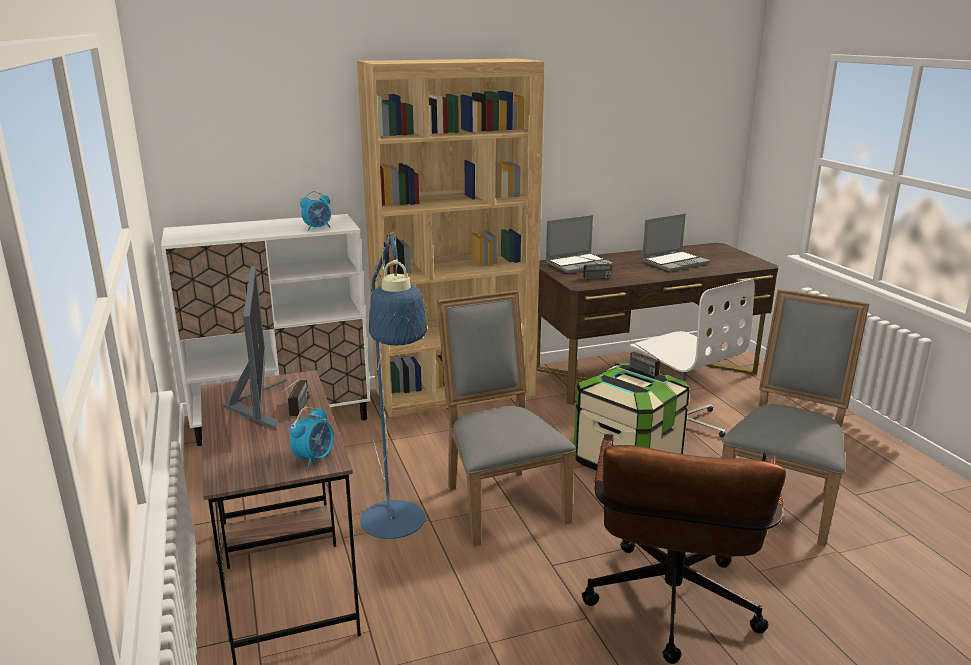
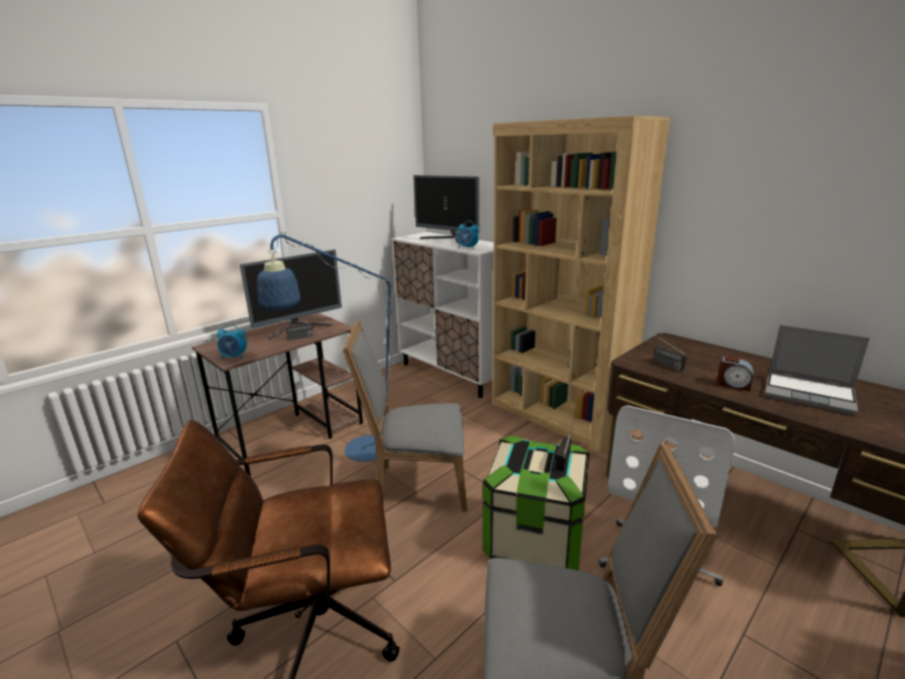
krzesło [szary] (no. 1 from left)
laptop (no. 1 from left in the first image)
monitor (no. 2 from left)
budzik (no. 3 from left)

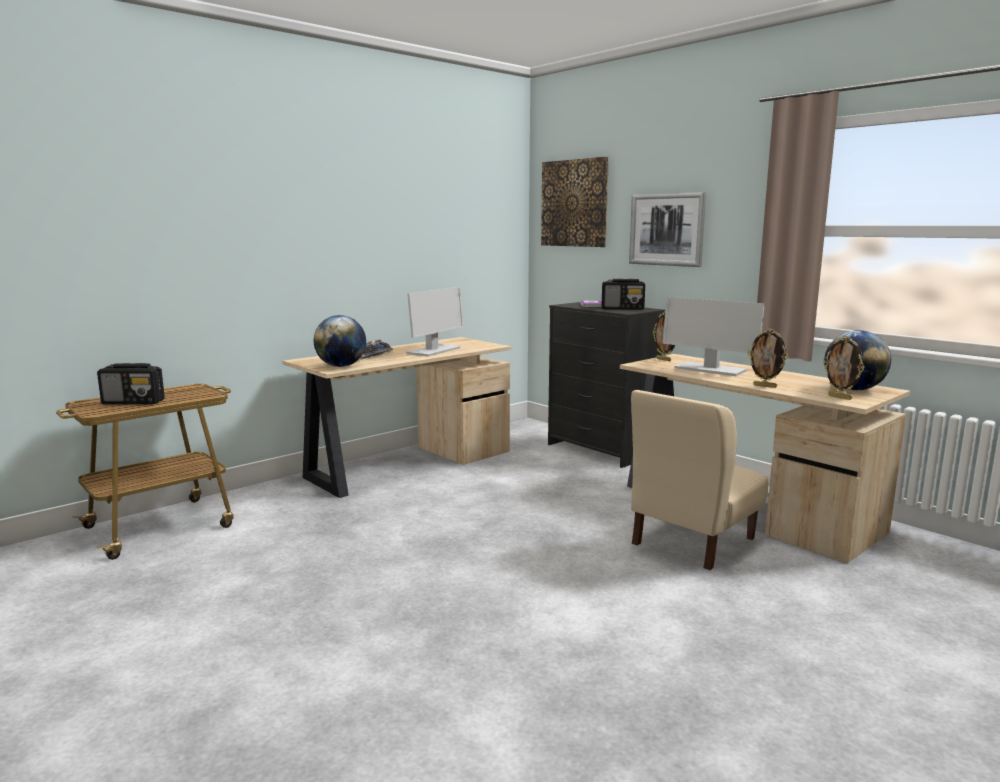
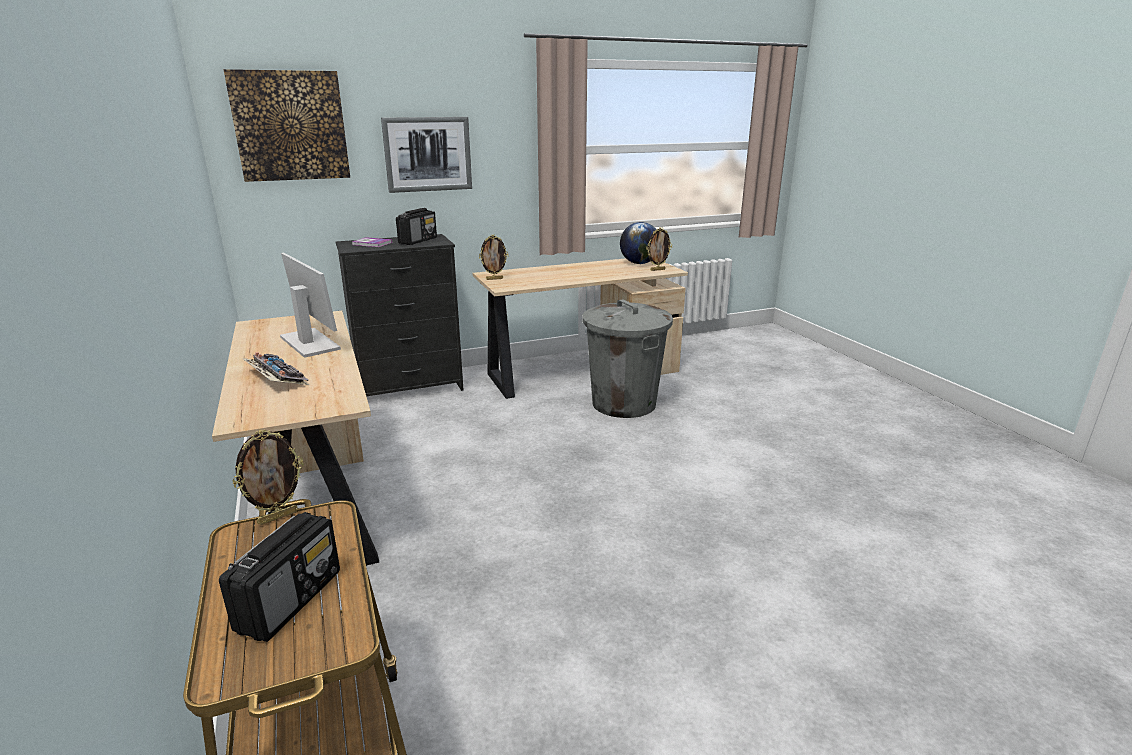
globus (no. 1 from left in the first image)
kosz na śmieci [szary]
monitor (no. 2 from left in the first image)
ramka na zdjęcie (no. 1 from left)

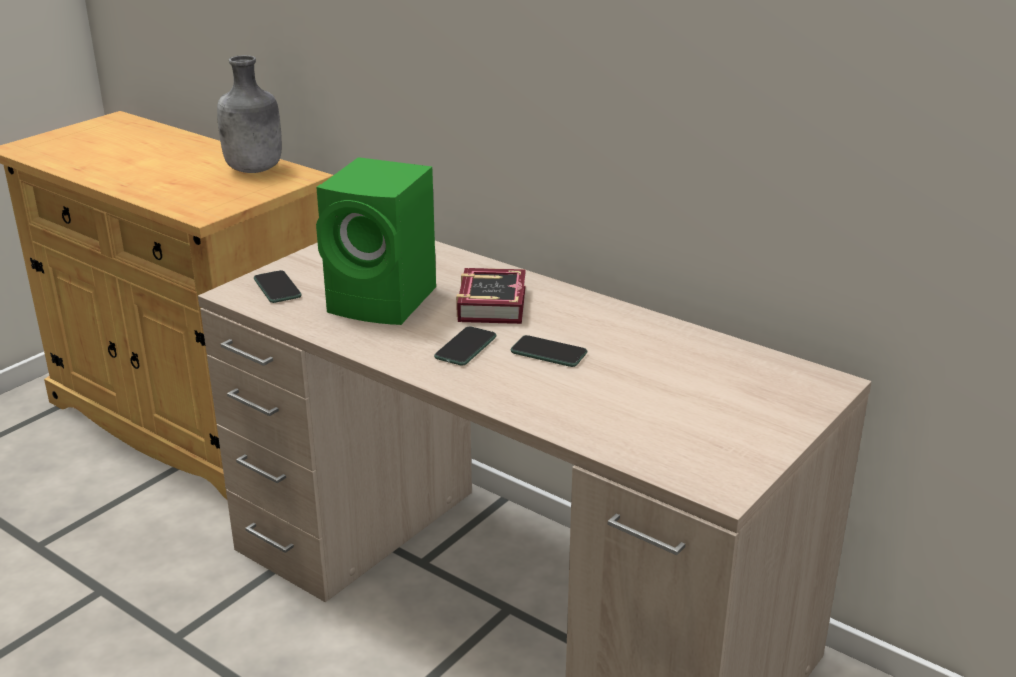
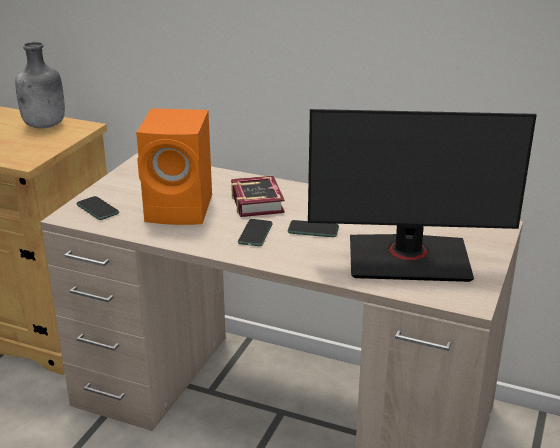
głośnik [pomarańczowy]
monitor

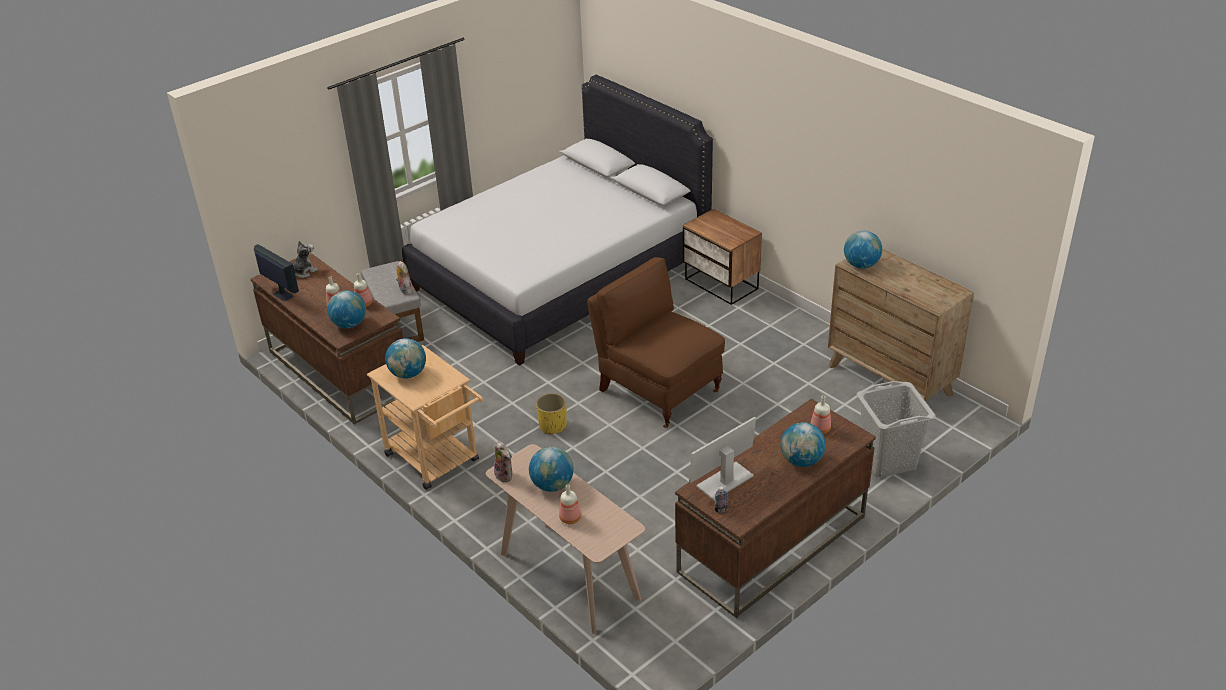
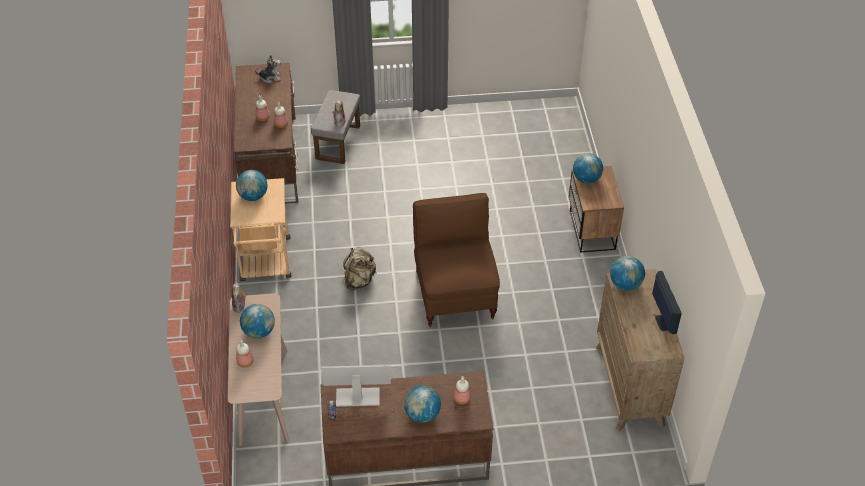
monitor (no. 2 from left)
globus (no. 4 from left)
łóżko [biały]
plecak [beżowy]
kosz na pranie [szary]

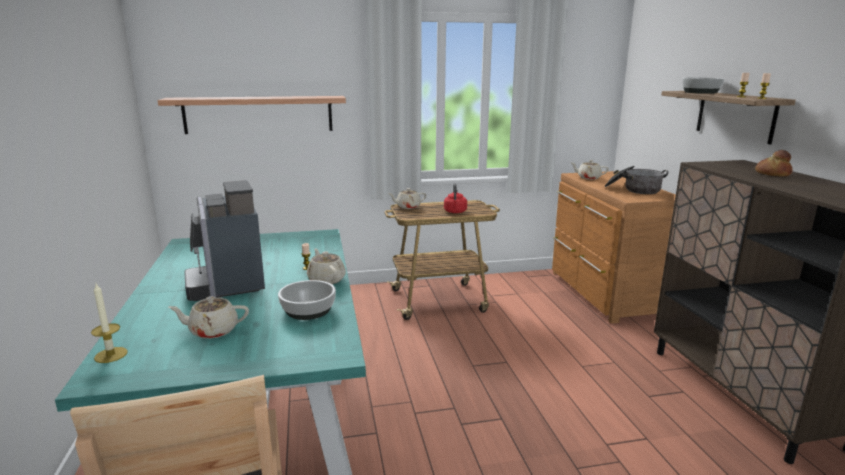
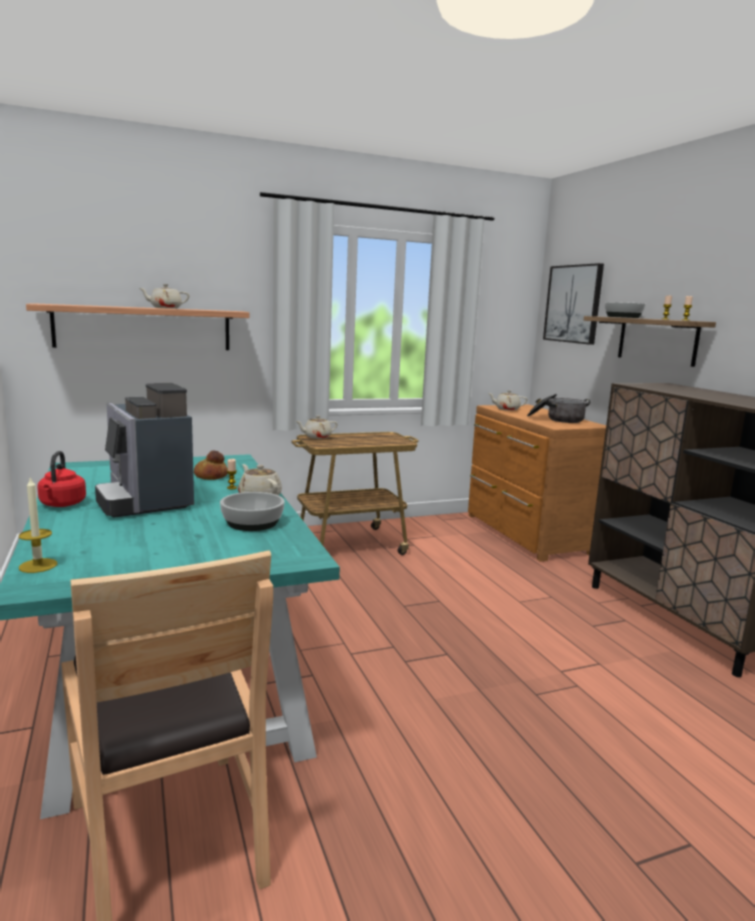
imbryk [beżowy] (no. 1 from left)
czajnik [czerwony]
chleb
obraz

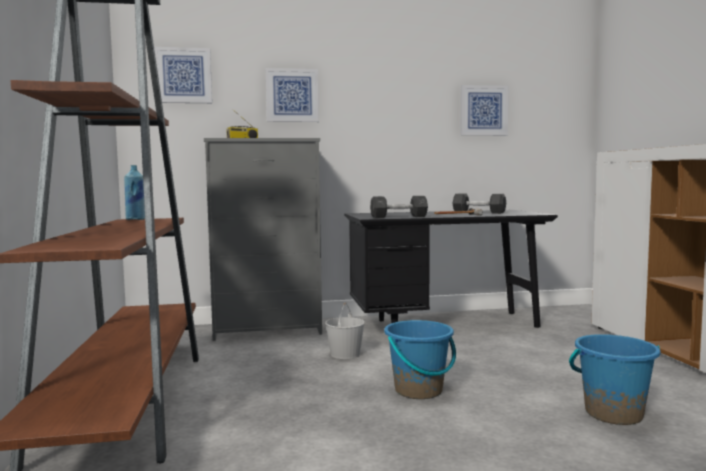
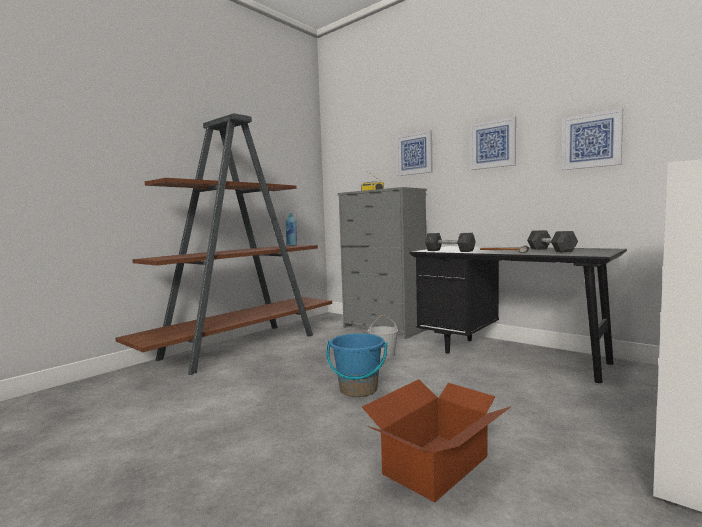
obraz (no. 2 from left)
karton

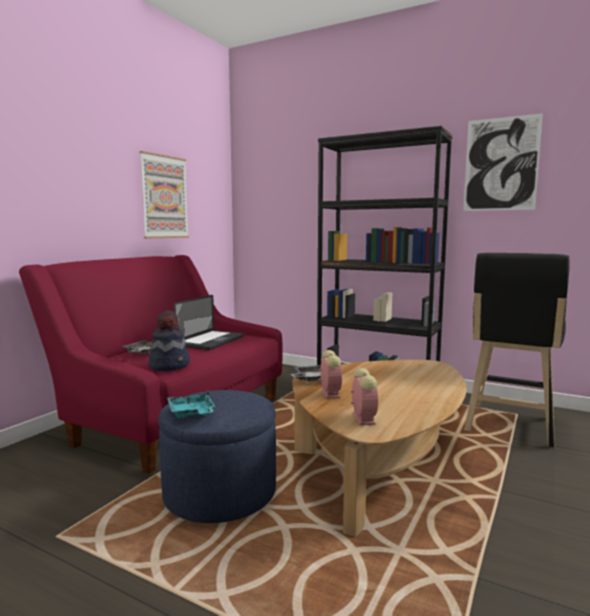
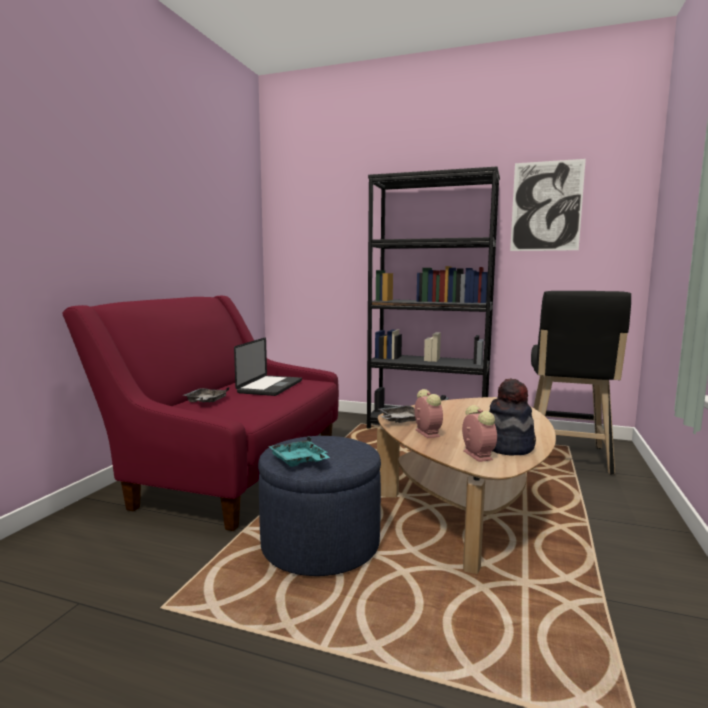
obraz (no. 1 from left in the first image)
kapelusz

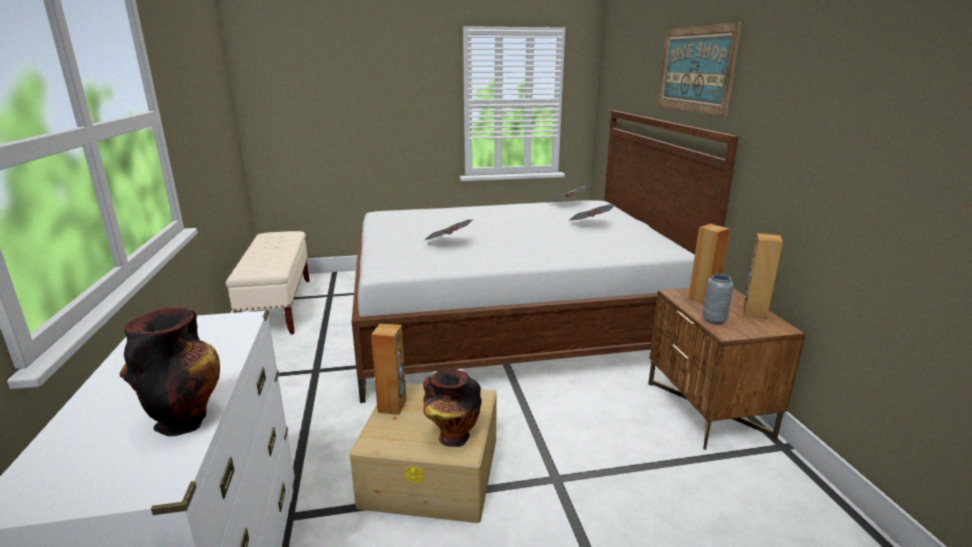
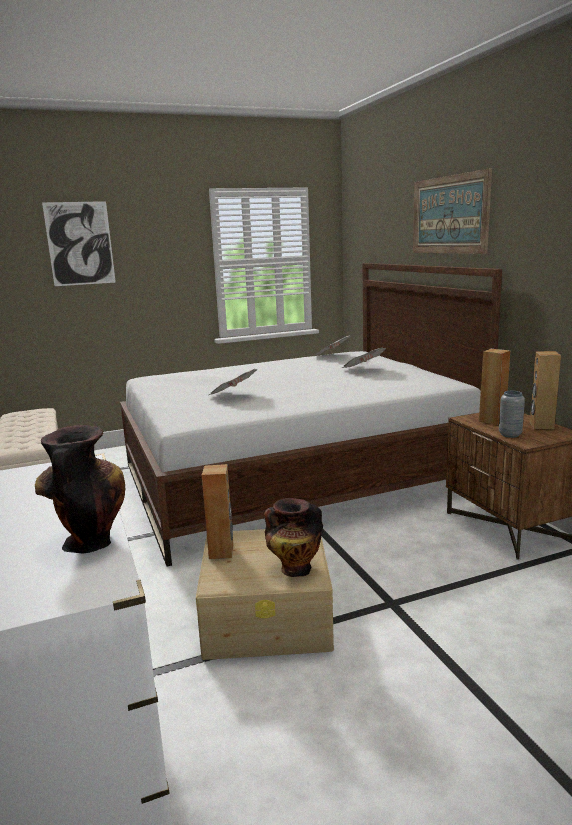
obraz (no. 1 from left)

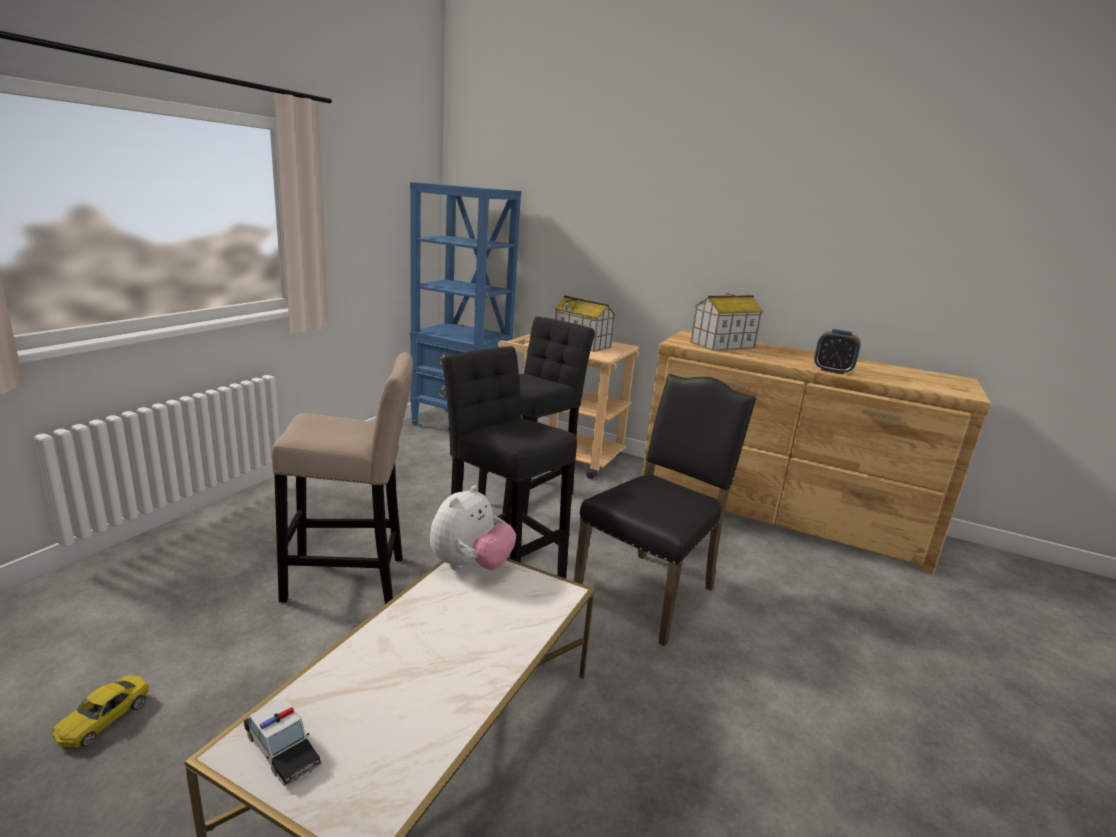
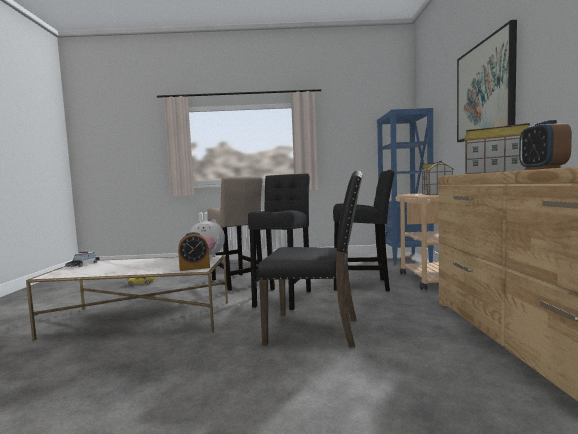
budzik (no. 1 from left)
obraz

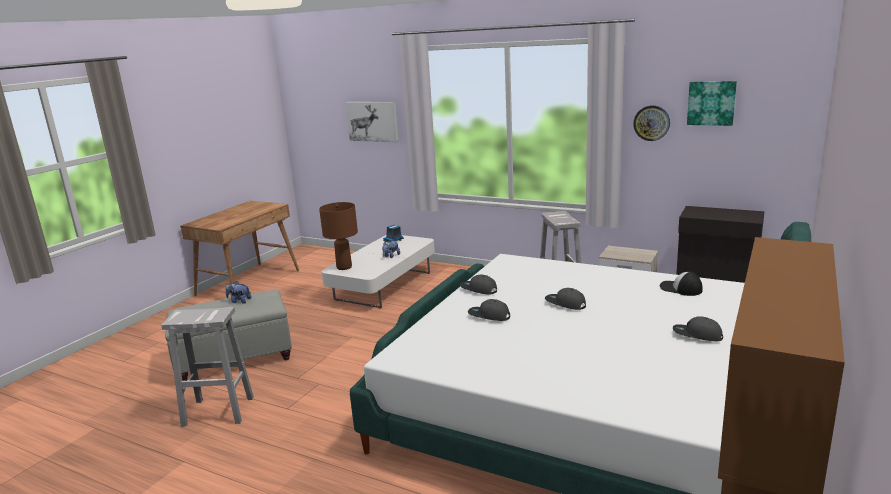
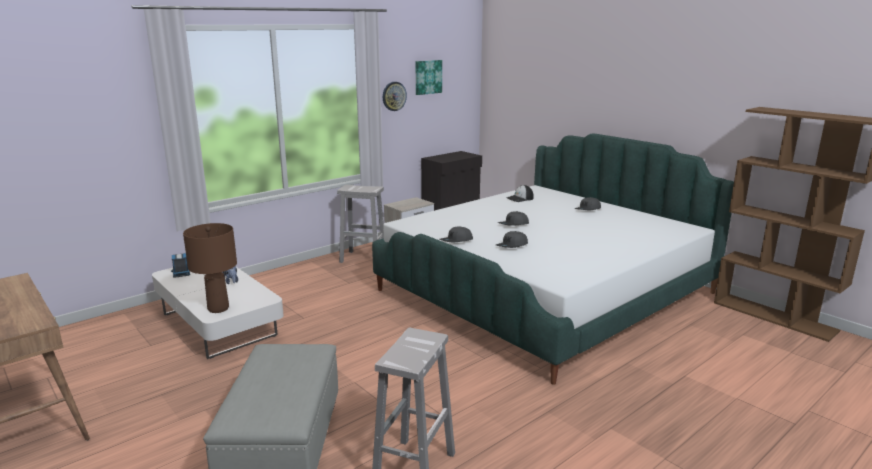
pluszak (no. 1 from left in the first image)
obraz (no. 1 from left in the first image)

